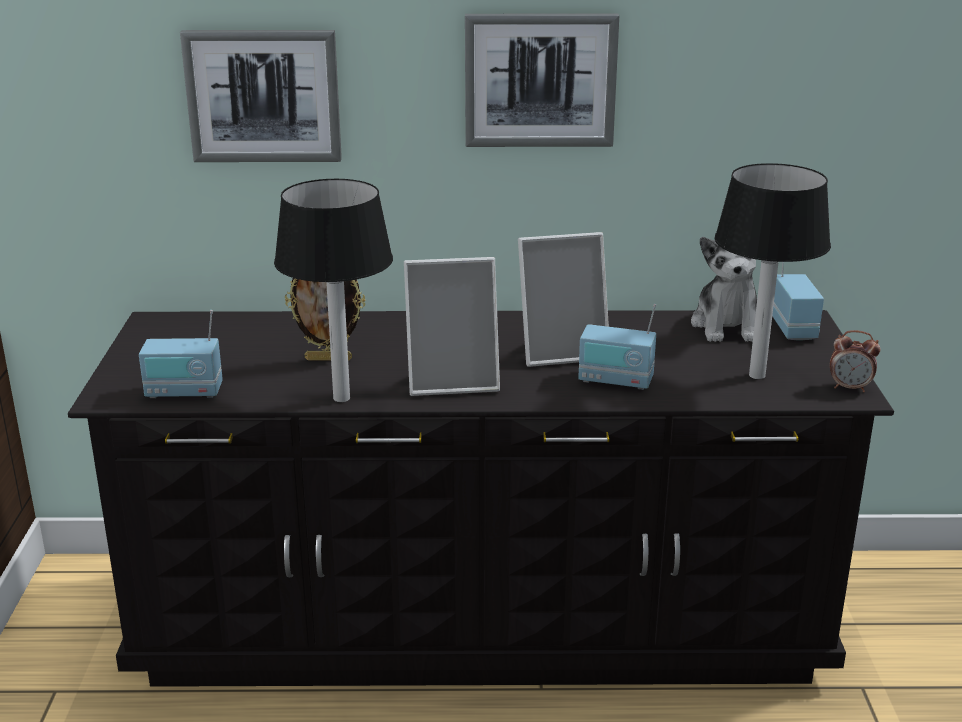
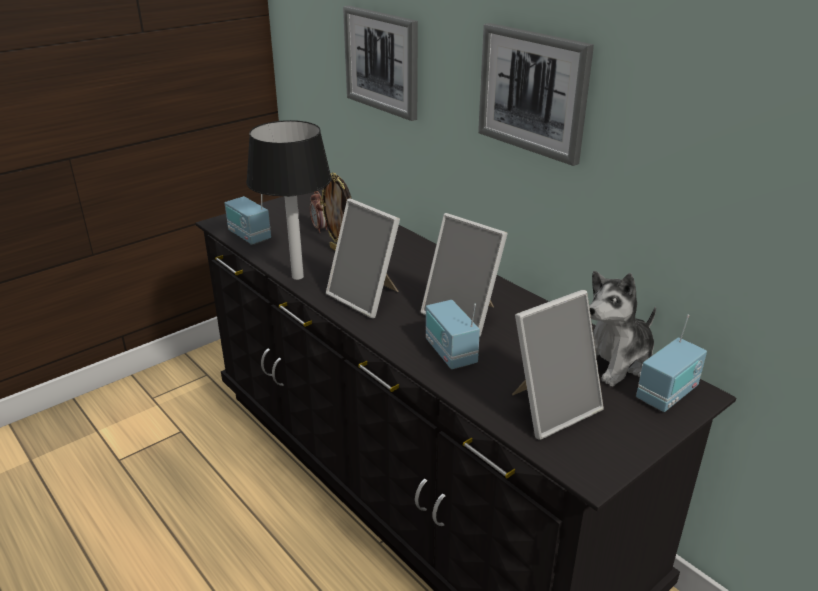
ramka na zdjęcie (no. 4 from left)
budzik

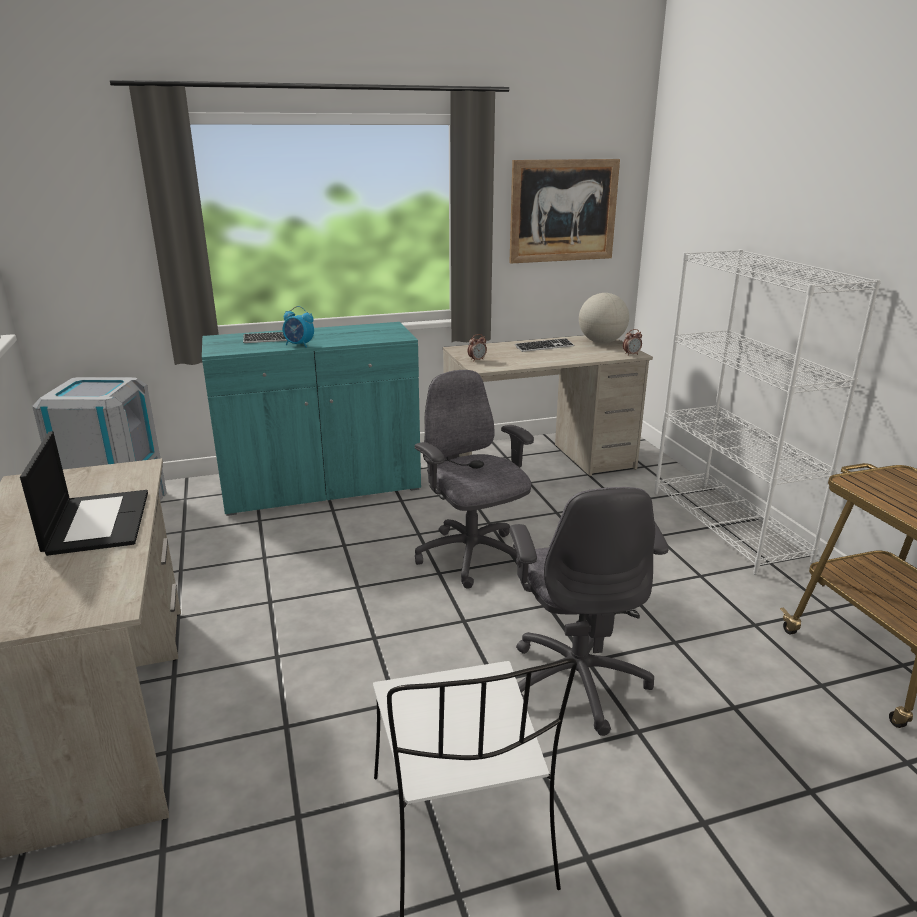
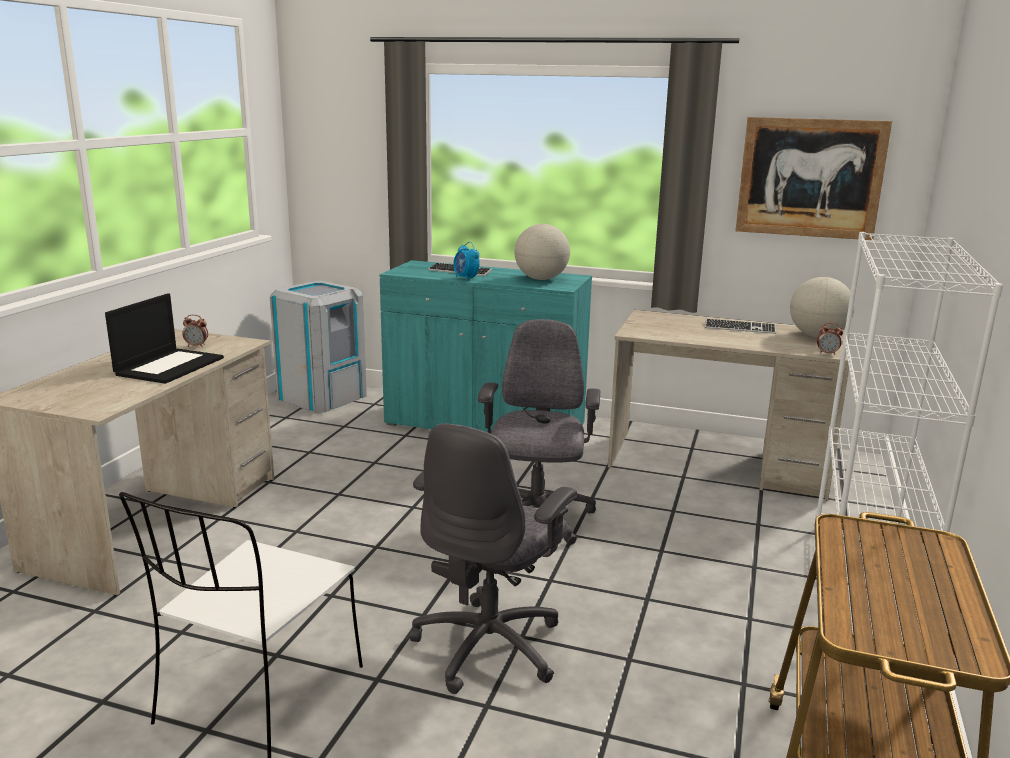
budzik (no. 1 from left)
globus (no. 1 from left)

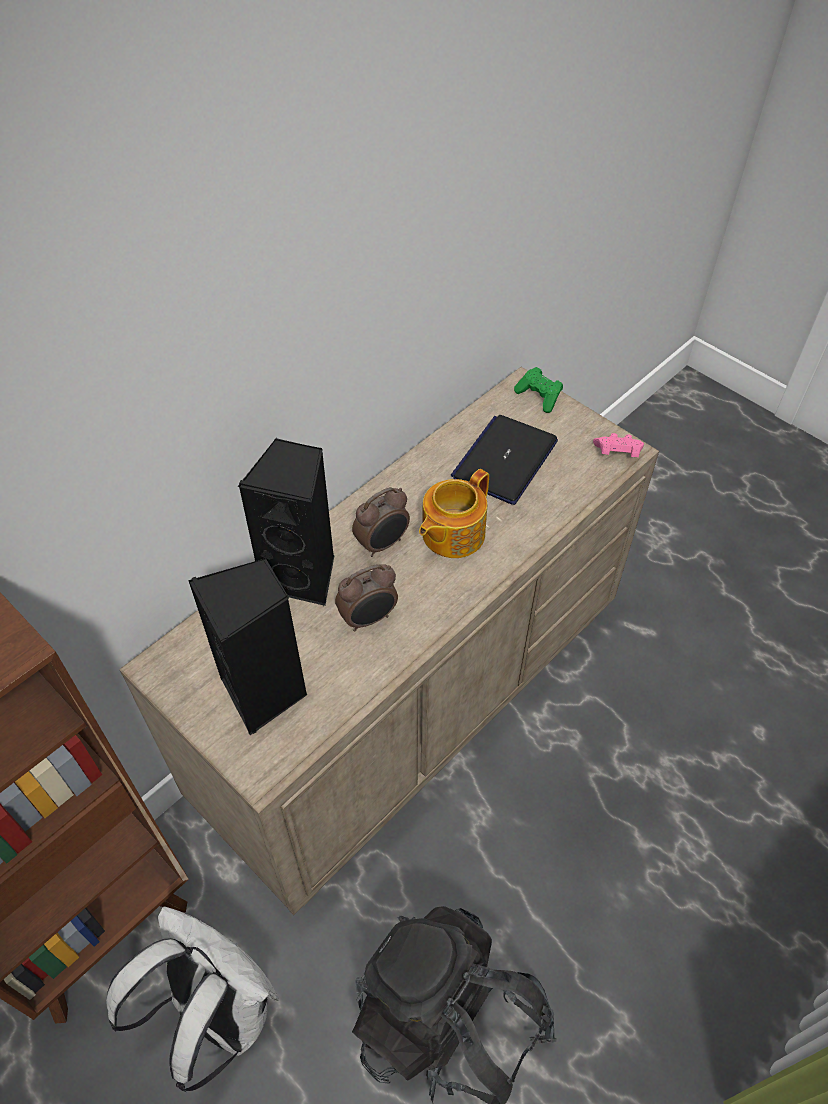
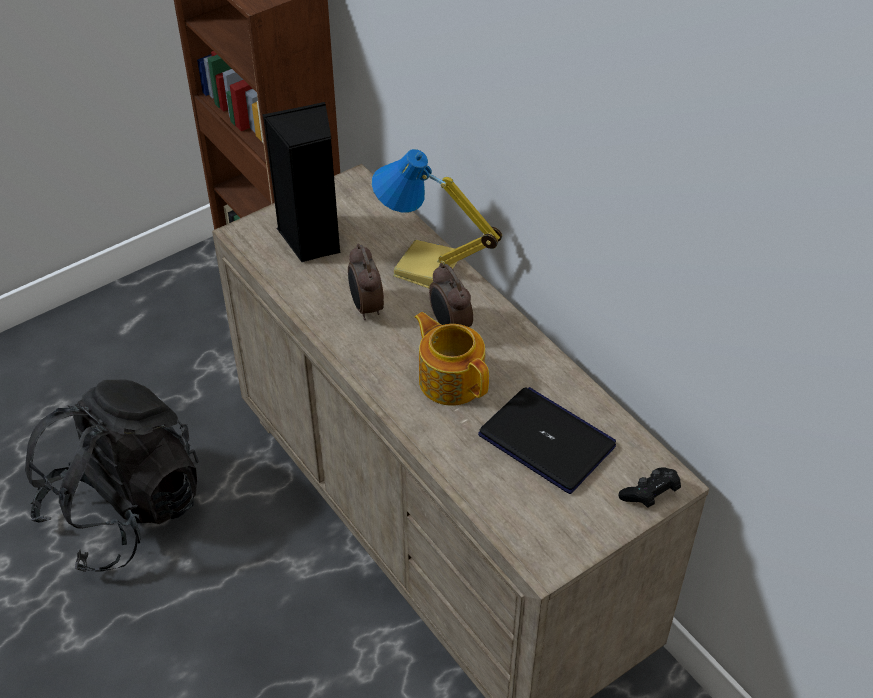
plecak [biały]
lampa stołowa
pad do gier [czarny]
pad do gier [różowy]

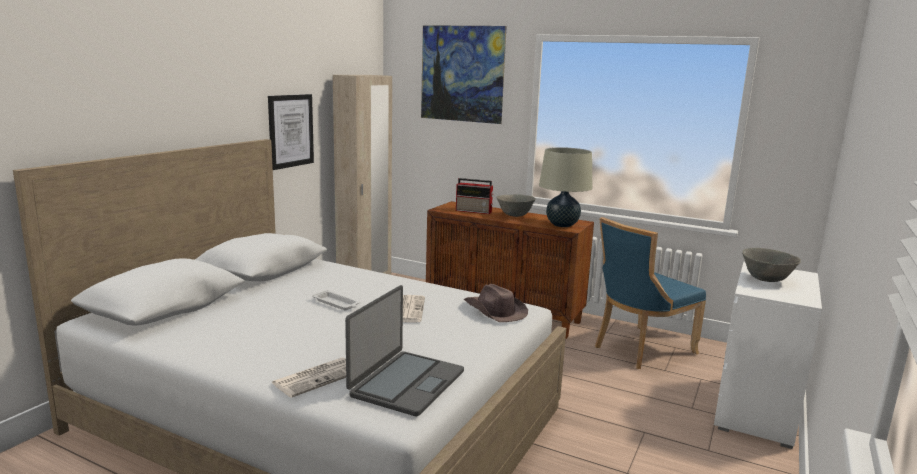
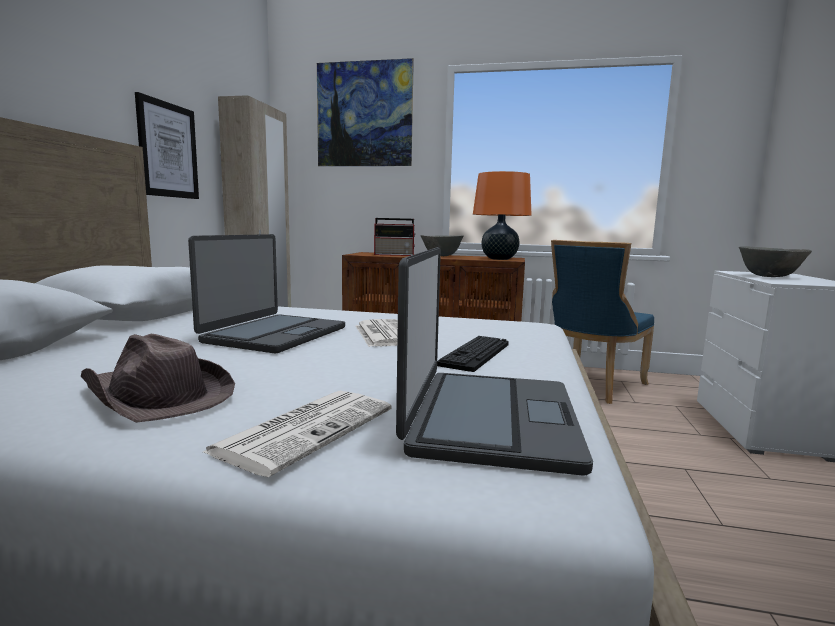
laptop (no. 1 from left)
kapelusz [brązowy]
lampa stołowa [pomarańczowy]
klawiatura

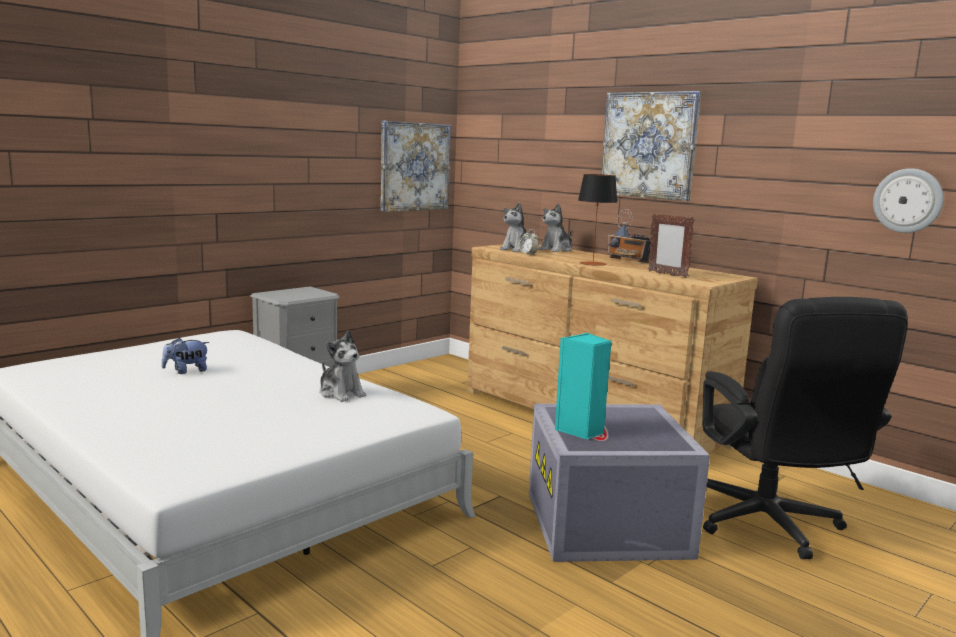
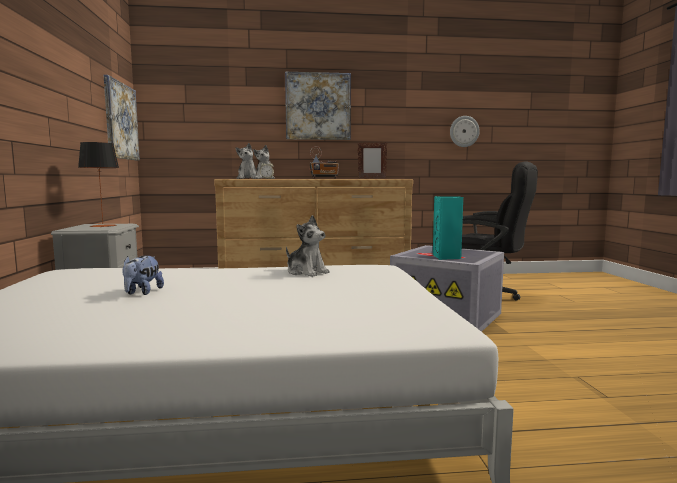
pluszak (no. 4 from left)
lampa stołowa

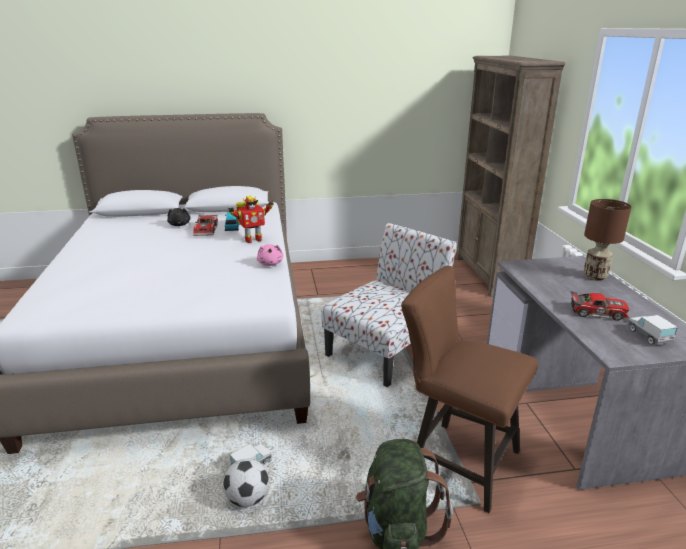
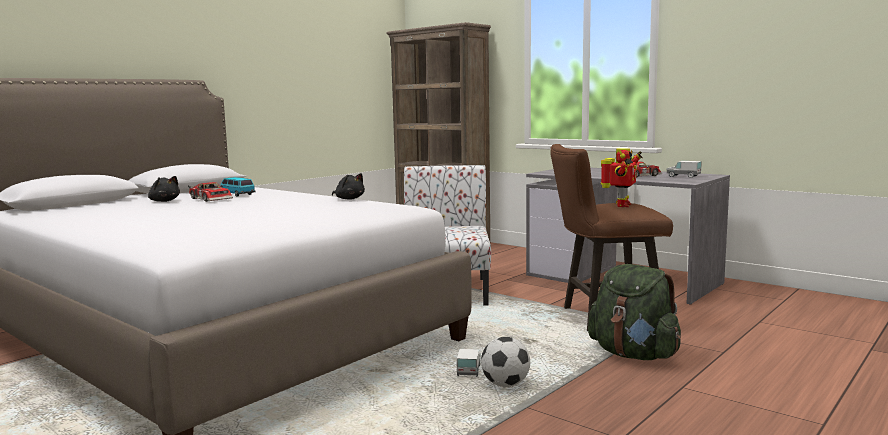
robot zabawkowy
pluszak [czarny] (no. 2 from left)
lampa stołowa [brązowy]

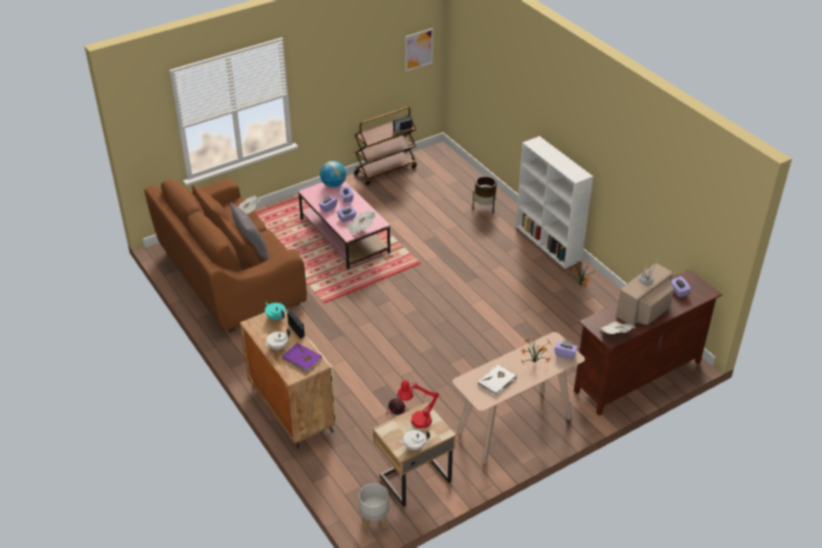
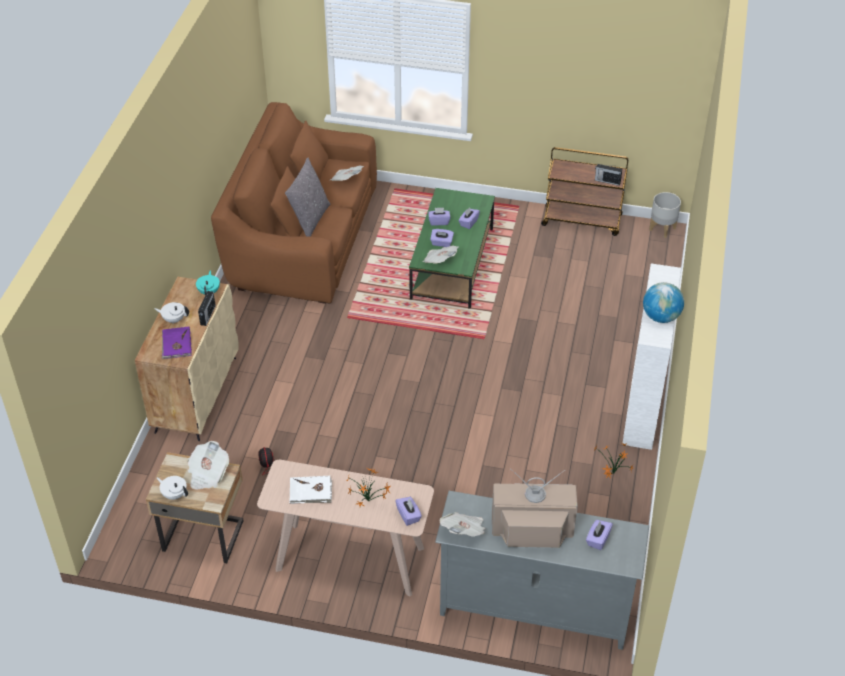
ława [zielony]
globus
donica [szary]
gazeta (no. 1 from left)
obraz
donica [brązowy]
szafka pod telewizor [szary]

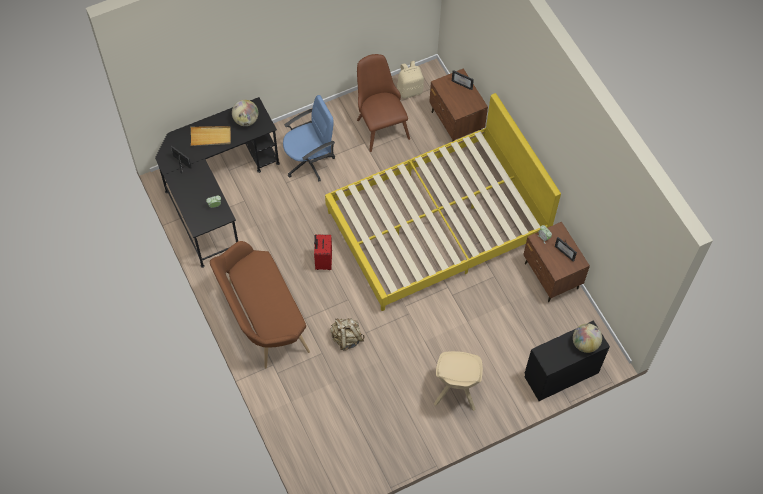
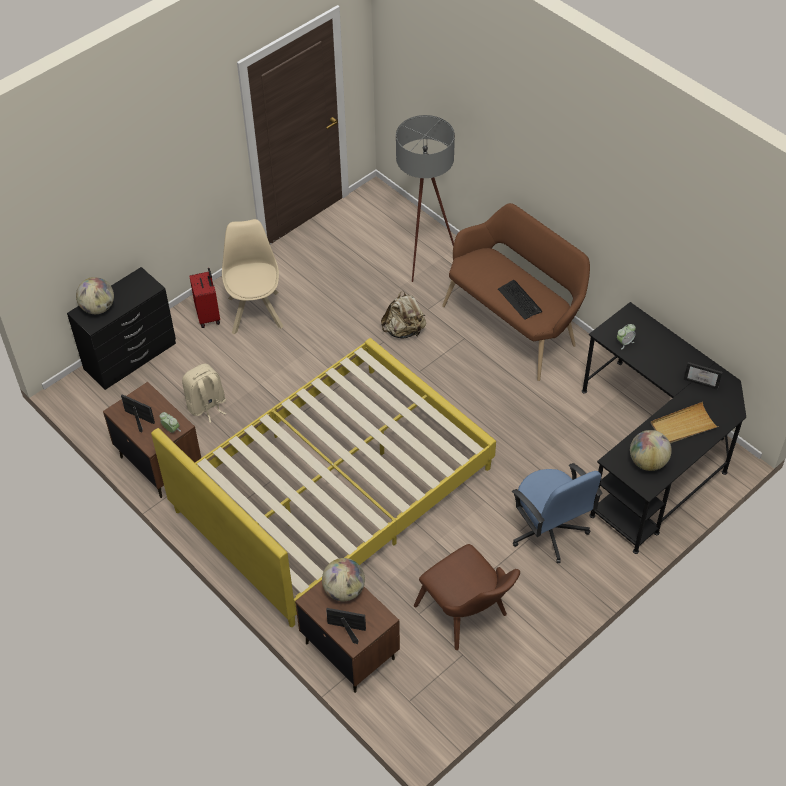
krzesło biurowe [niebieski]
walizka [czerwony]
plecak [beżowy] (no. 1 from left)
globus (no. 2 from left)
lampa stojąca [szary]
klawiatura

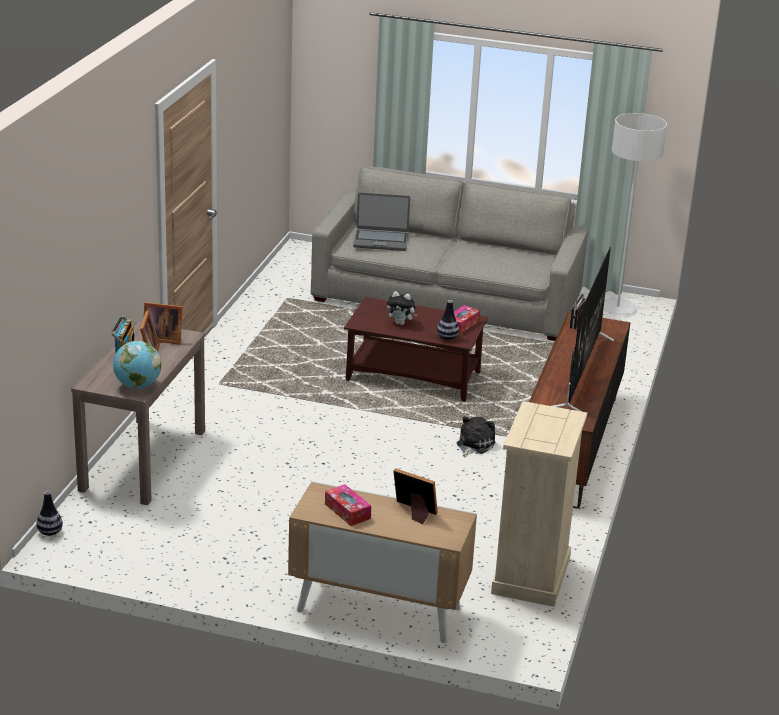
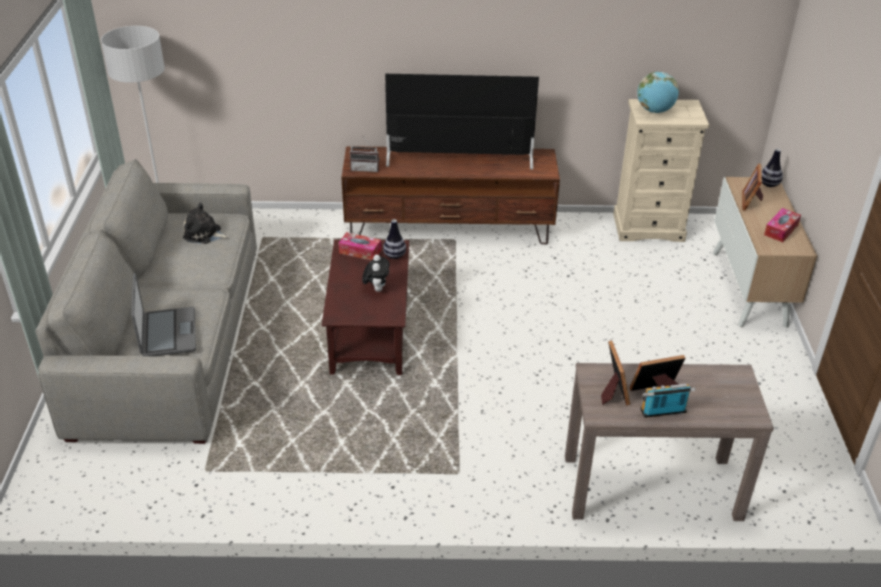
wazon (no. 2 from left)
globus
pluszak (no. 1 from left)

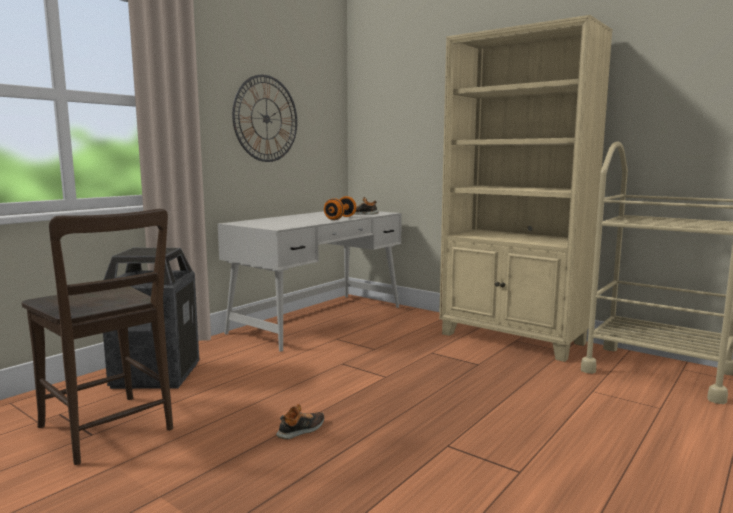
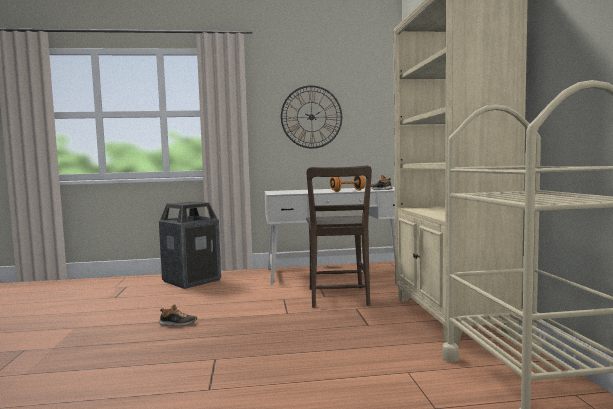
krzesło [brązowy]

